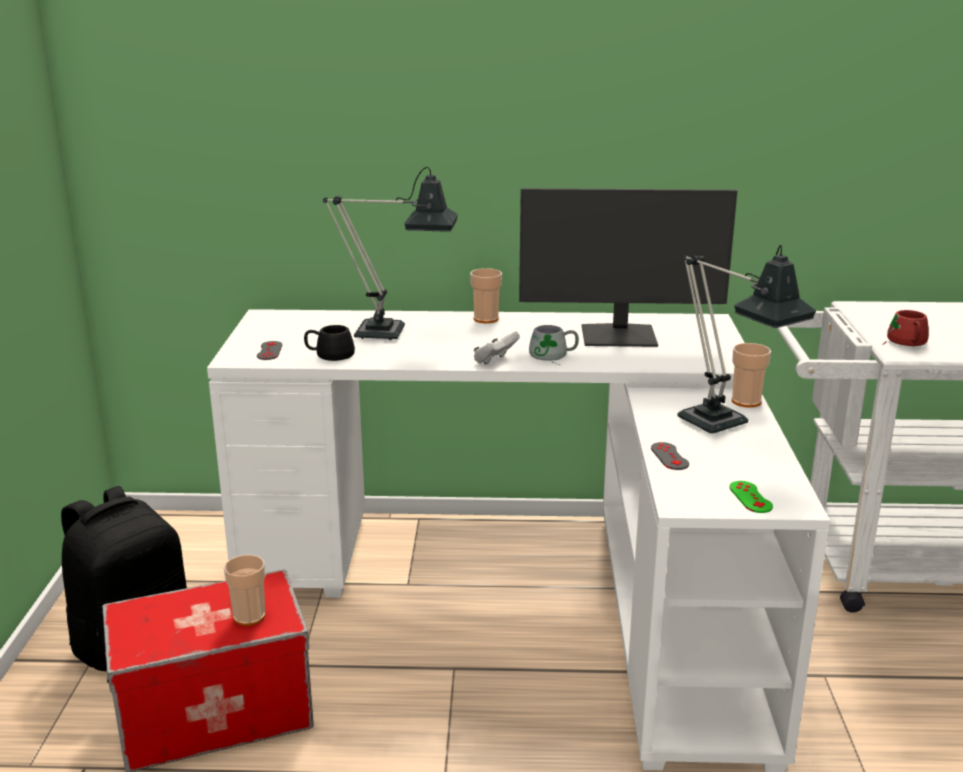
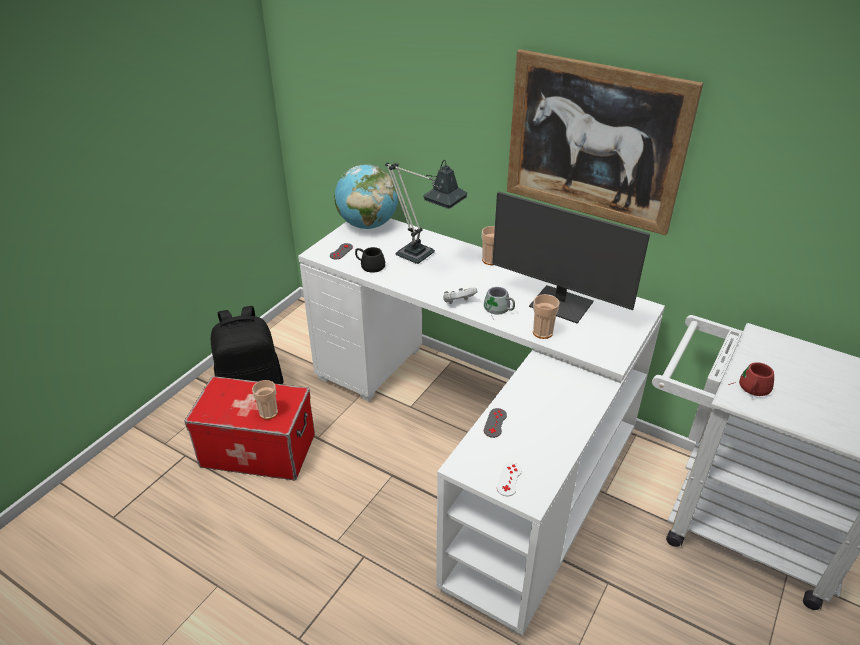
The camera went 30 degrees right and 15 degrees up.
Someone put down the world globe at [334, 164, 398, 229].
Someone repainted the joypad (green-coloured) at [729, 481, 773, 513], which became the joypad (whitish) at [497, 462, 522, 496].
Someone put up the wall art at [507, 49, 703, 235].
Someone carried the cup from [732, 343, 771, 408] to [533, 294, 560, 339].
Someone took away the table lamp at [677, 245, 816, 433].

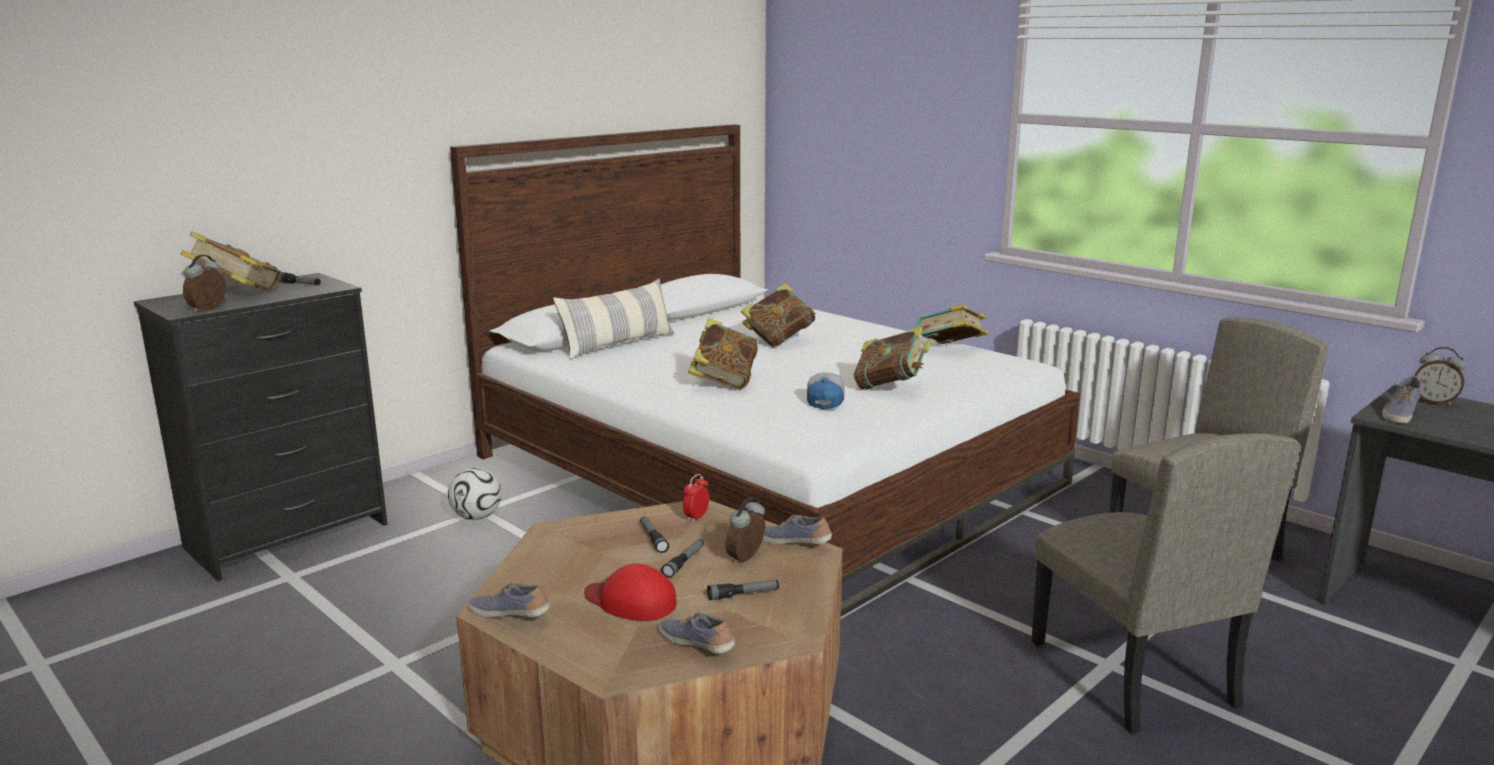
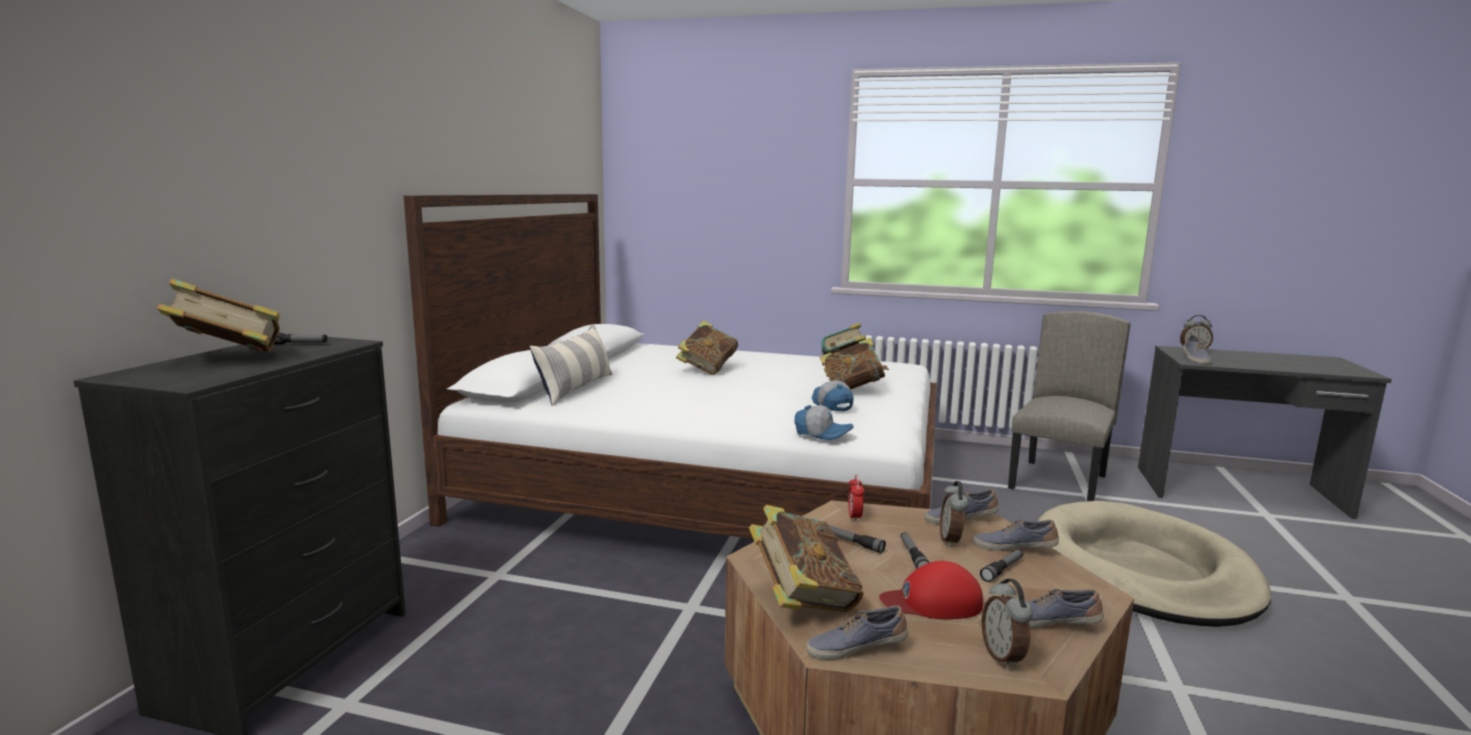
The camera went 30 degrees left and 5 degrees down.
Someone carried the bound book from [688, 318, 758, 390] to [749, 505, 864, 612].
Someone put down the baseball cap at [794, 405, 854, 440].
Someone put down the item of footwear at [973, 520, 1059, 551].
Someone carried the alarm clock from [183, 254, 226, 312] to [982, 579, 1033, 669].
Someone swapped the chair (beige) at [1031, 433, 1300, 734] for the dog bed (beige) at [1038, 501, 1271, 627].
Someone took away the football ball at [448, 468, 502, 520].

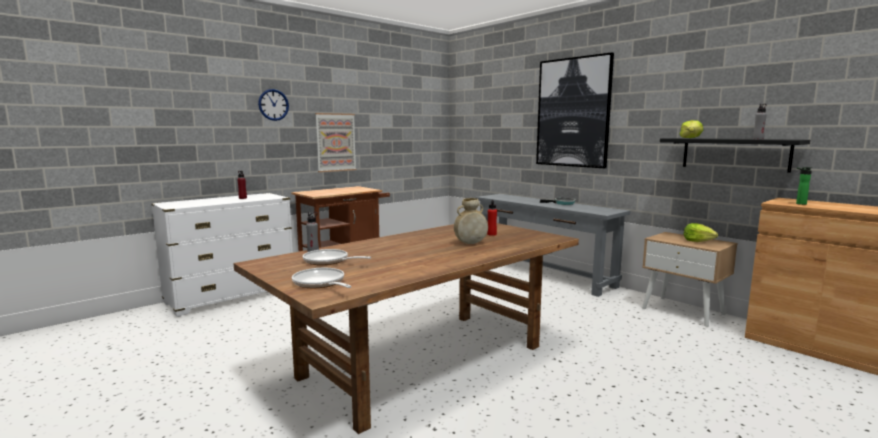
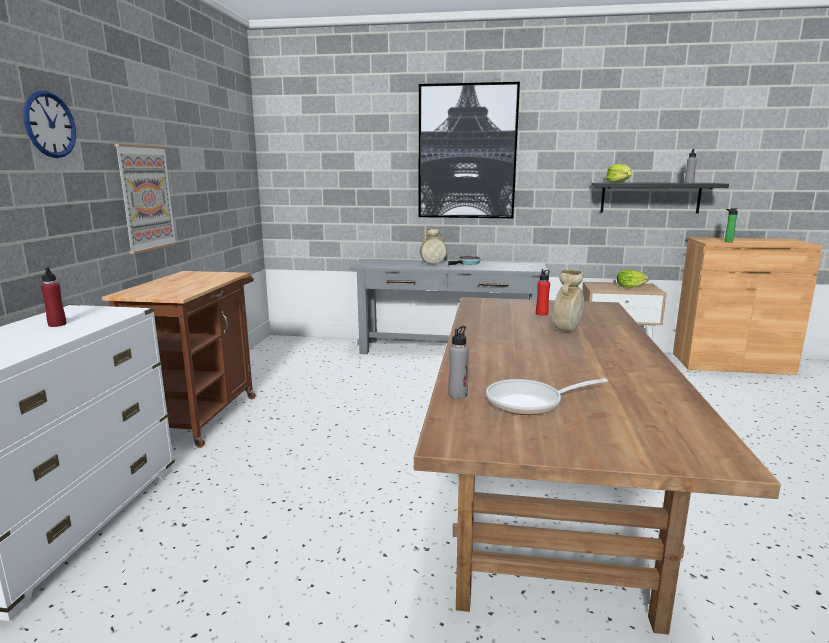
The camera went 40 degrees left and 5 degrees up.
Someone put down the flower vase (beige) at [420, 228, 447, 264].
Someone took away the pan at [292, 268, 352, 288].

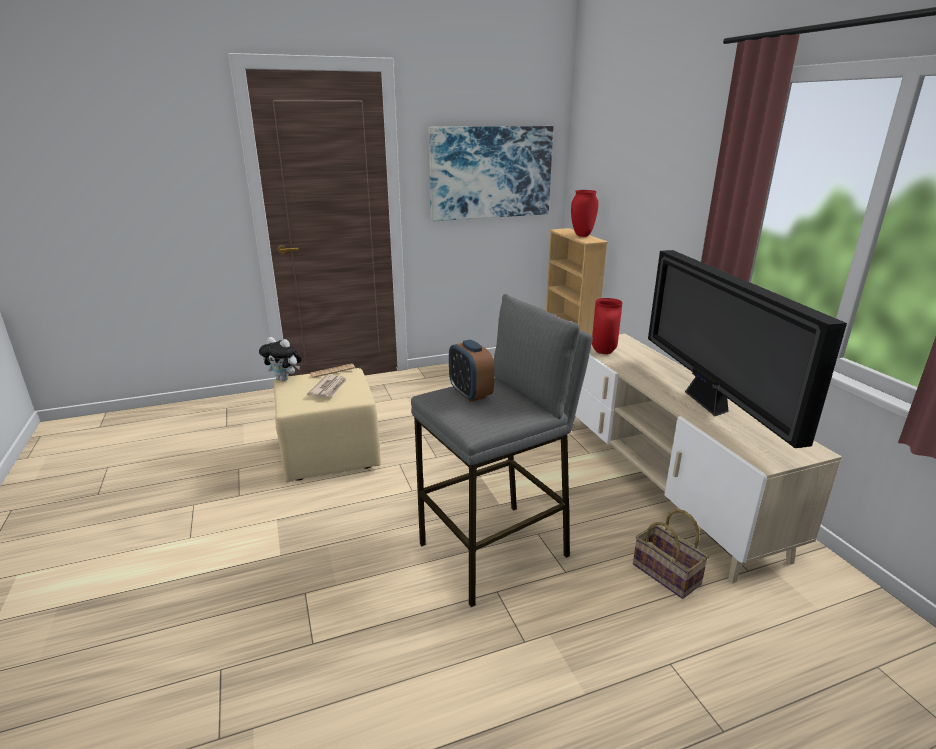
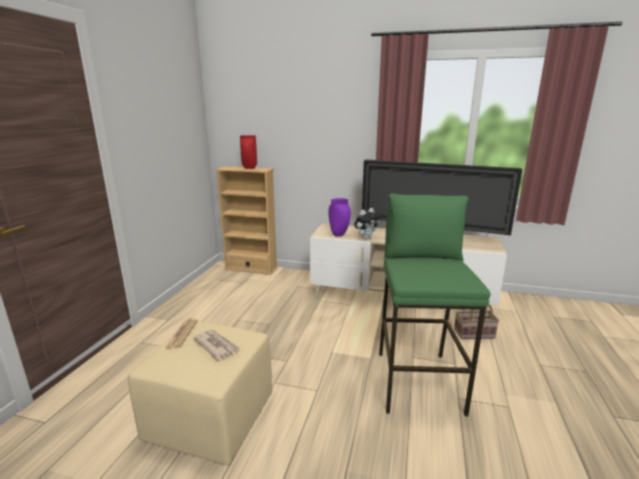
The camera went 55 degrees left and 5 degrees down.
Someone repainted the flower vase (red-coloured) at [592, 298, 622, 354], which became the flower vase (purplish) at [328, 198, 351, 237].
Someone carried the plush toy from [259, 337, 302, 381] to [354, 208, 380, 239].
Someone repainted the stool seat (gray) at [411, 294, 593, 607], which became the stool seat (green-coloured) at [379, 194, 491, 416].
Someone took away the wall art at [428, 126, 553, 221].
Someone took away the alarm clock at [449, 340, 494, 402].

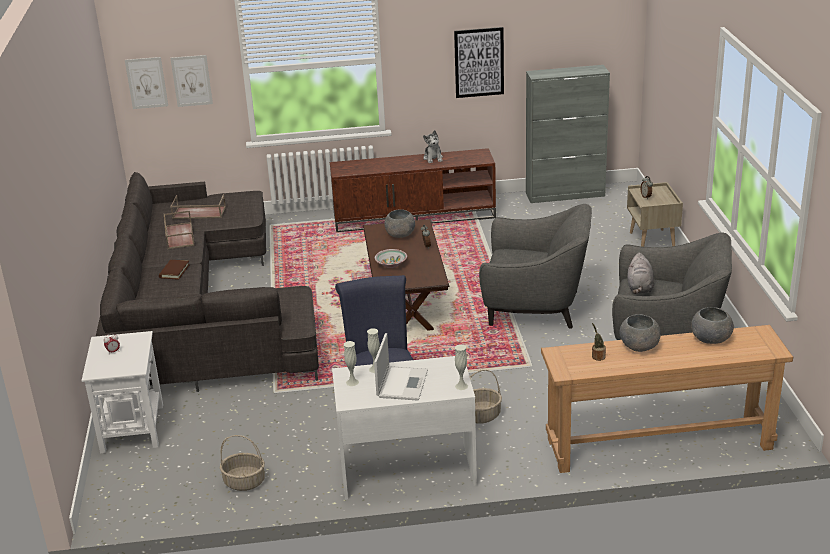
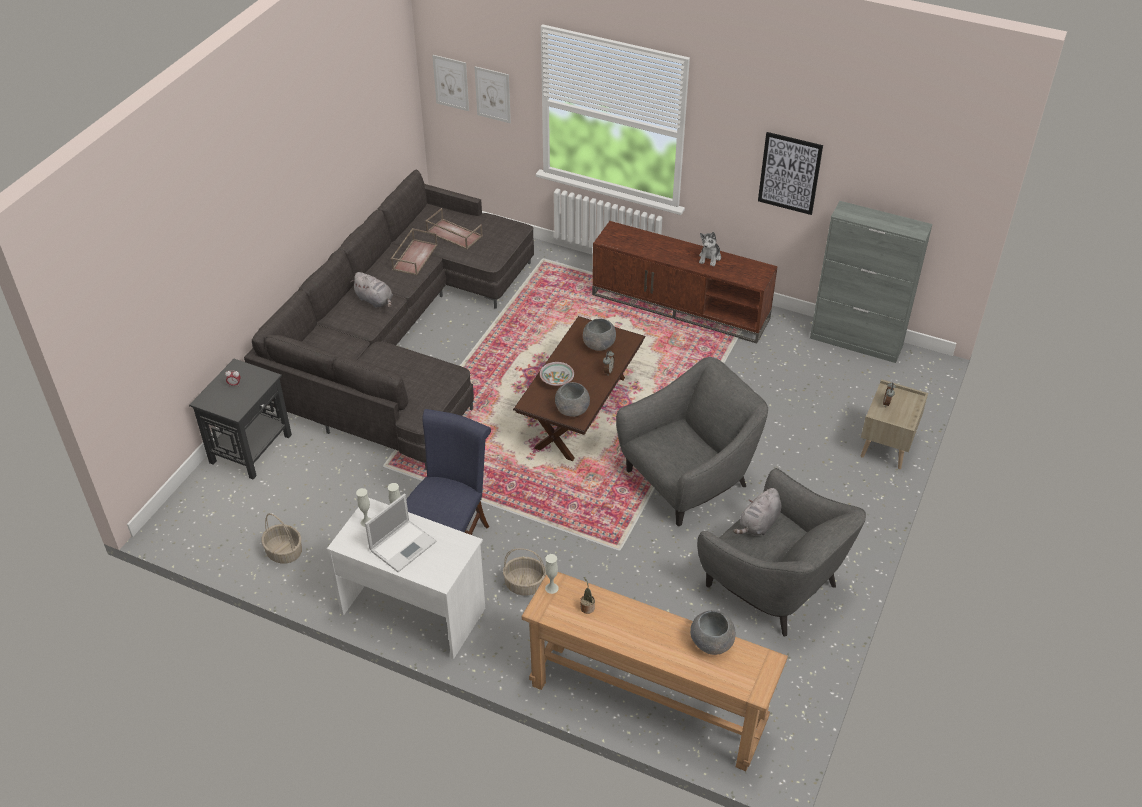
The camera went 30 degrees right and 15 degrees up.
Someone repainted the end table (whitish) at [81, 331, 163, 453], which became the end table (blackish) at [189, 359, 292, 479].
Someone swapped the bound book (brown) at [159, 260, 190, 280] for the plush toy (gray) at [351, 272, 393, 308].
Someone carried the flower vase (whitish) from [455, 344, 468, 390] to [545, 554, 559, 594].
Someone carried the bowl (gray) from [619, 314, 661, 352] to [555, 382, 590, 417].
Someone rotated the easy chair (gray) at [479, 204, 592, 329] by 75 degrees counterclockwise.

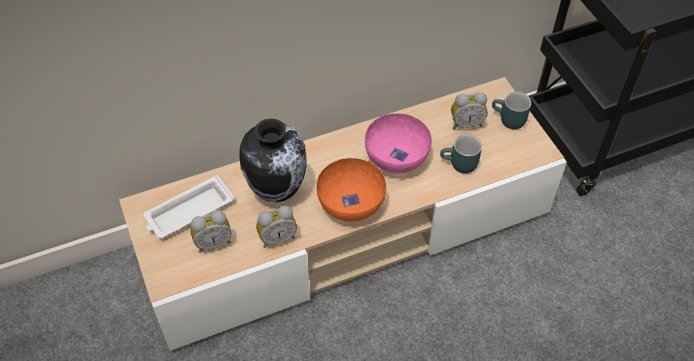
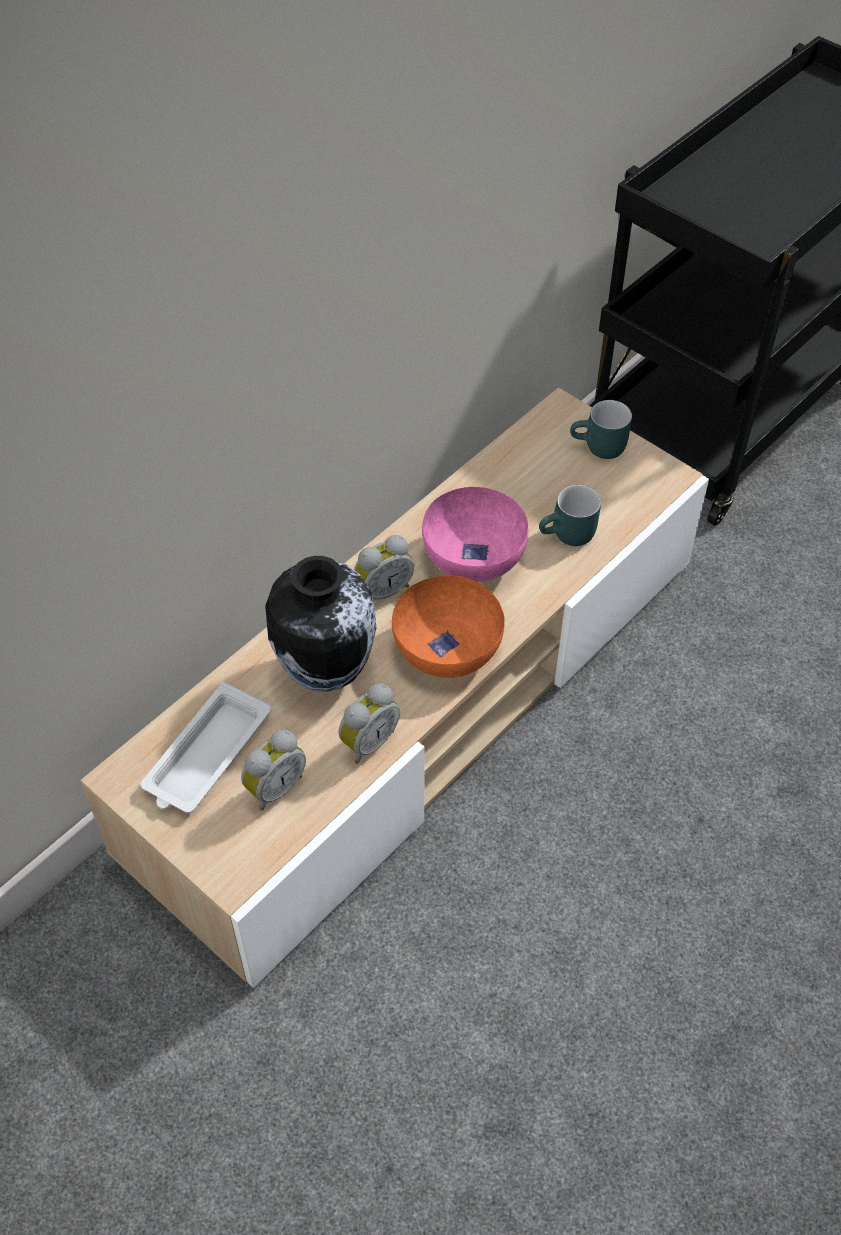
The camera went 25 degrees left and 0 degrees up.
Someone carried the alarm clock from [451, 92, 488, 129] to [354, 535, 414, 600].

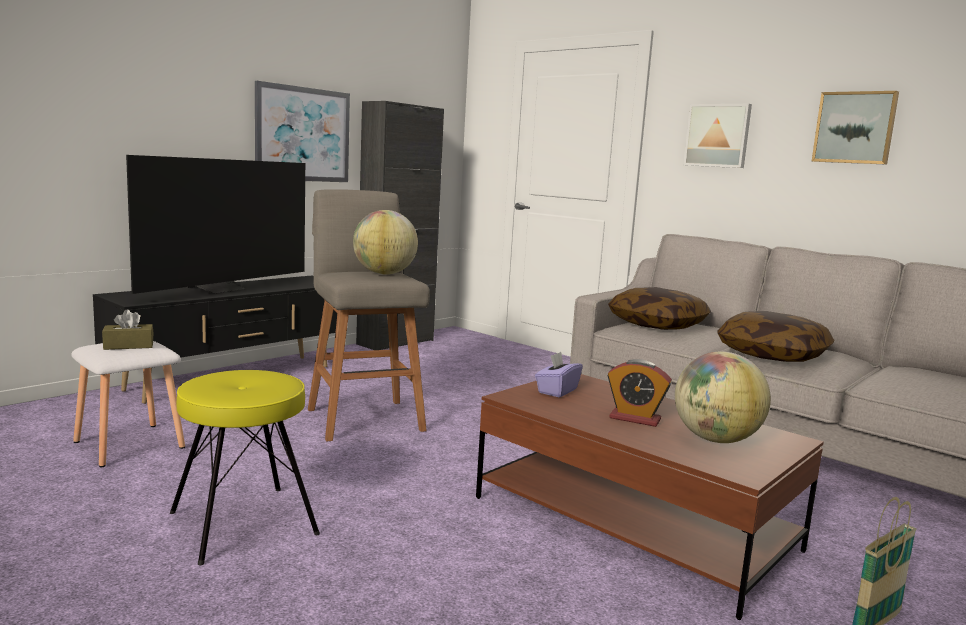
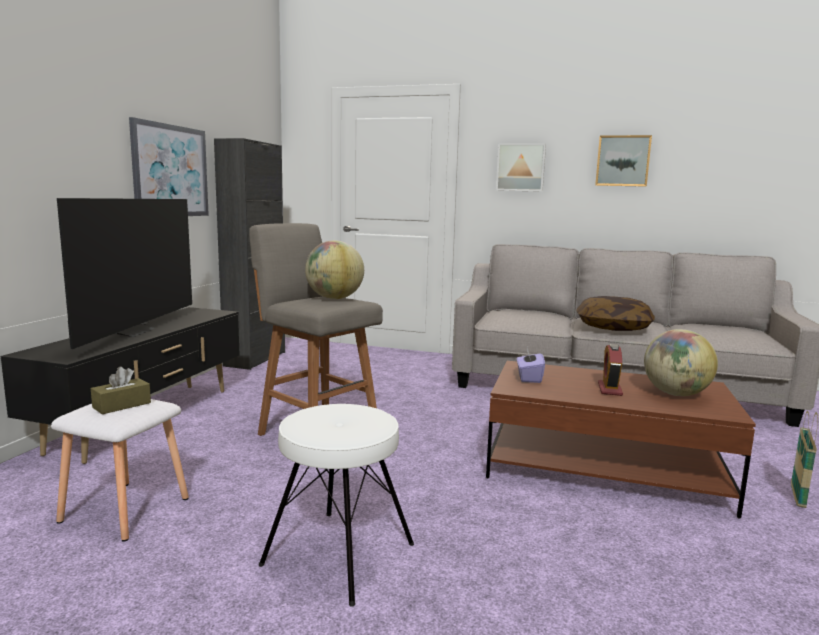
The camera went 25 degrees left and 0 degrees up.
Someone repainted the stool seat (yellow) at [170, 370, 320, 565], which became the stool seat (whitish) at [259, 404, 414, 607].
Someone rotated the alarm clock at [607, 359, 672, 427] by 105 degrees clockwise.
Someone took away the throw pillow at [608, 287, 711, 330].

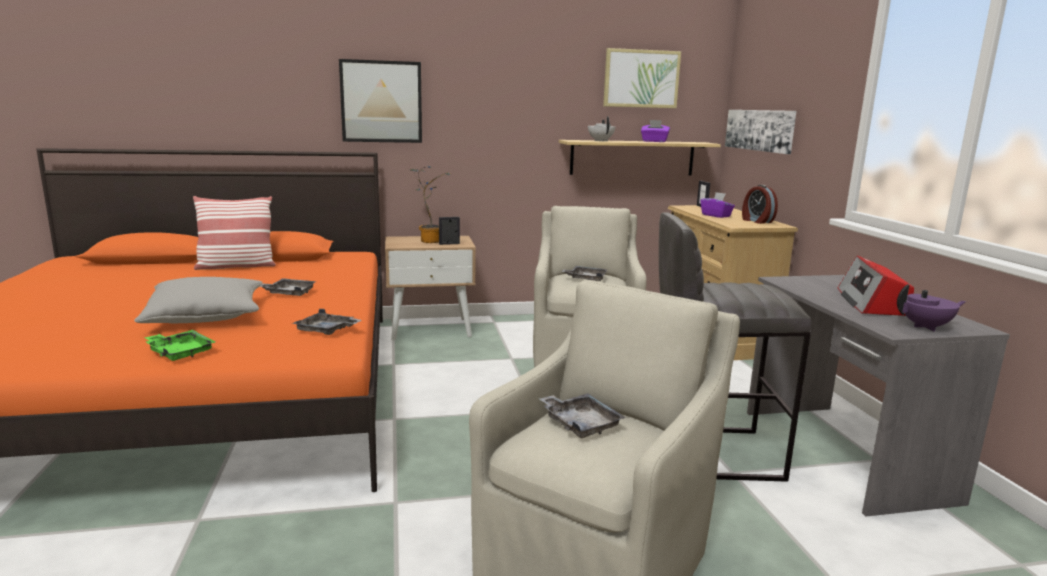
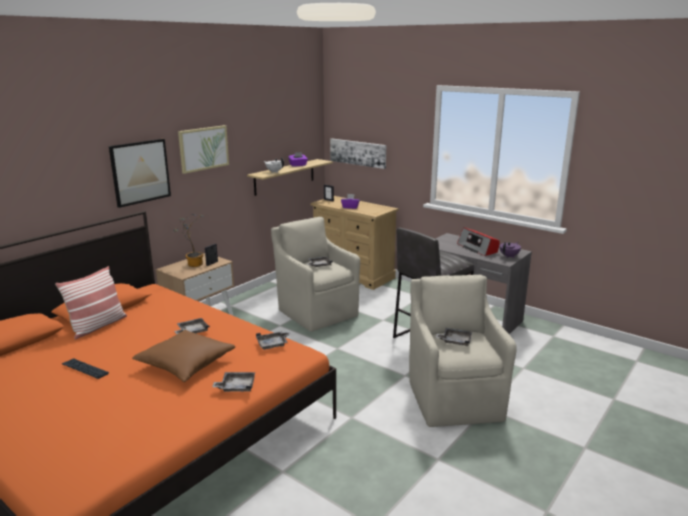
The camera went 40 degrees left and 5 degrees up.
Someone put down the computer keyboard at [62, 358, 109, 379].
Someone repainted the throw pillow (gray) at [134, 277, 263, 324], which became the throw pillow (brown) at [132, 330, 236, 382].
Someone carried the wall art from [603, 48, 681, 108] to [178, 125, 229, 174].
Someone repainted the tray (green-coloured) at [144, 330, 215, 361], which became the tray (gray) at [212, 372, 255, 392].
Someone took away the alarm clock at [742, 185, 778, 224].

